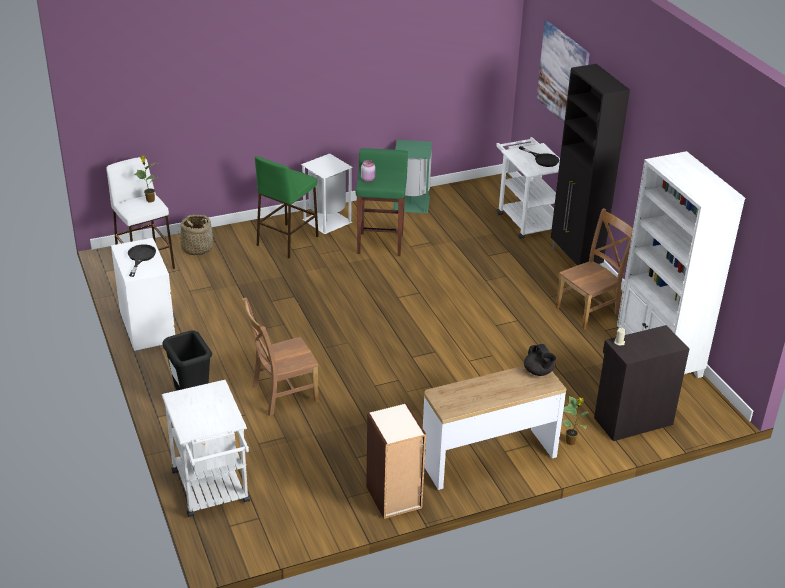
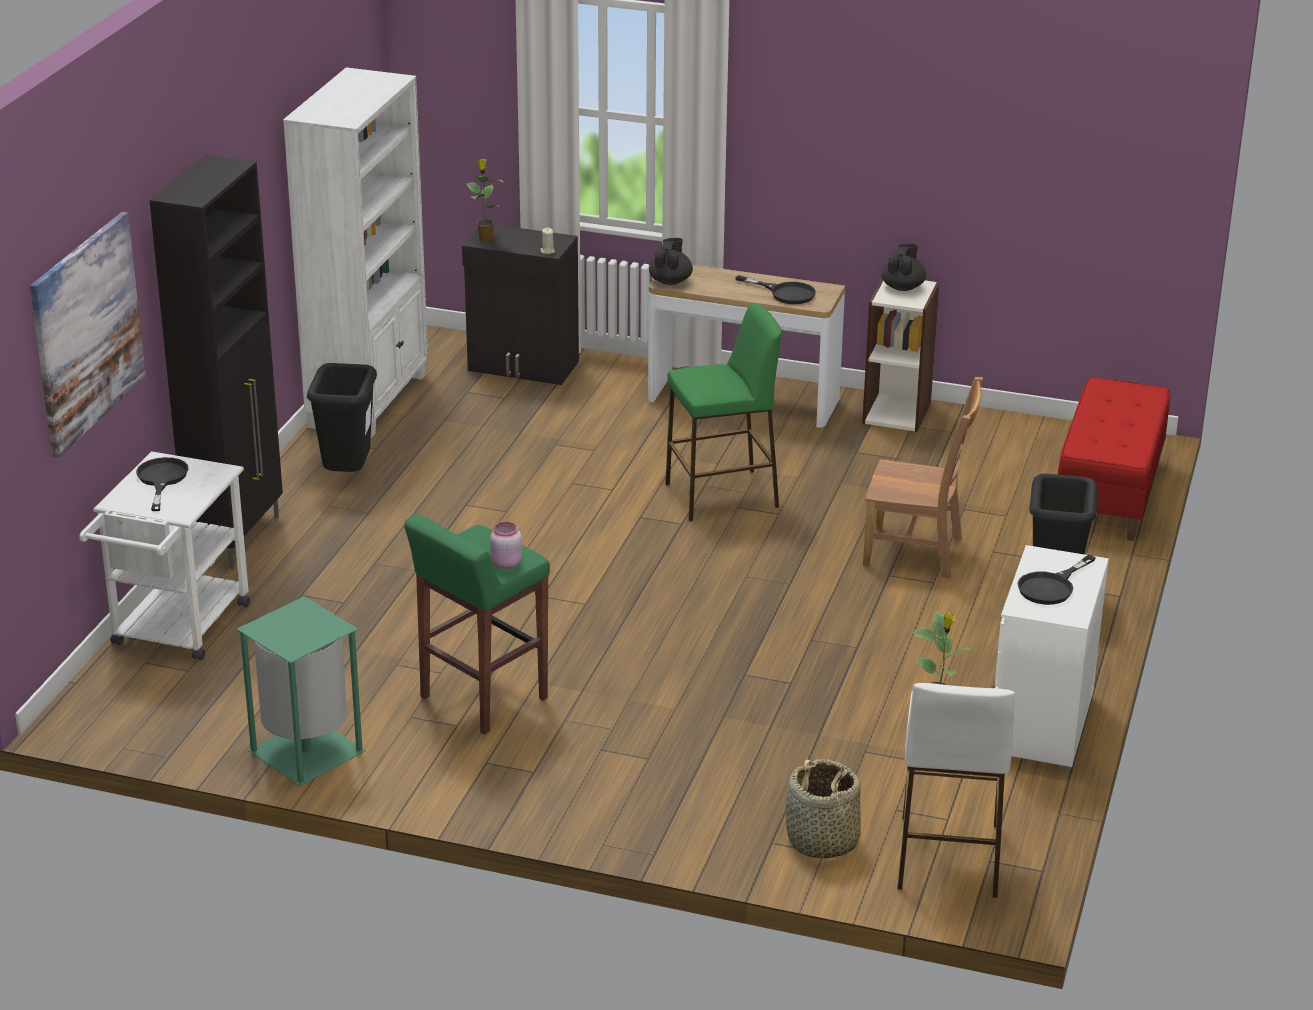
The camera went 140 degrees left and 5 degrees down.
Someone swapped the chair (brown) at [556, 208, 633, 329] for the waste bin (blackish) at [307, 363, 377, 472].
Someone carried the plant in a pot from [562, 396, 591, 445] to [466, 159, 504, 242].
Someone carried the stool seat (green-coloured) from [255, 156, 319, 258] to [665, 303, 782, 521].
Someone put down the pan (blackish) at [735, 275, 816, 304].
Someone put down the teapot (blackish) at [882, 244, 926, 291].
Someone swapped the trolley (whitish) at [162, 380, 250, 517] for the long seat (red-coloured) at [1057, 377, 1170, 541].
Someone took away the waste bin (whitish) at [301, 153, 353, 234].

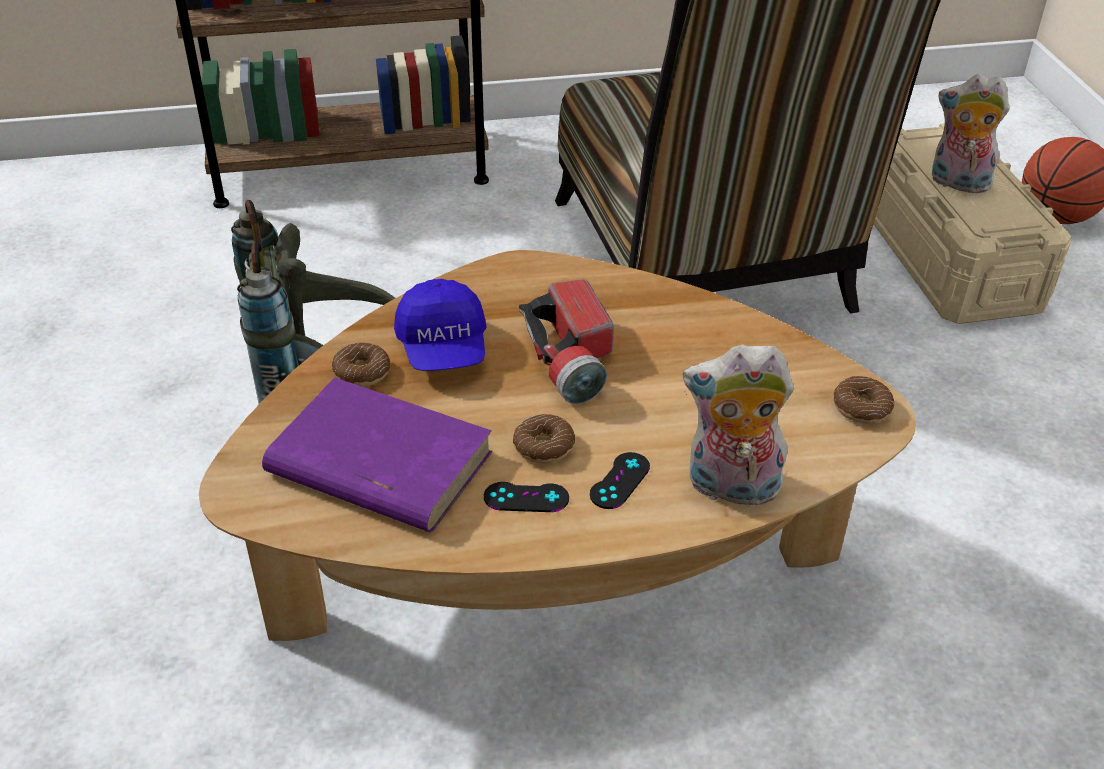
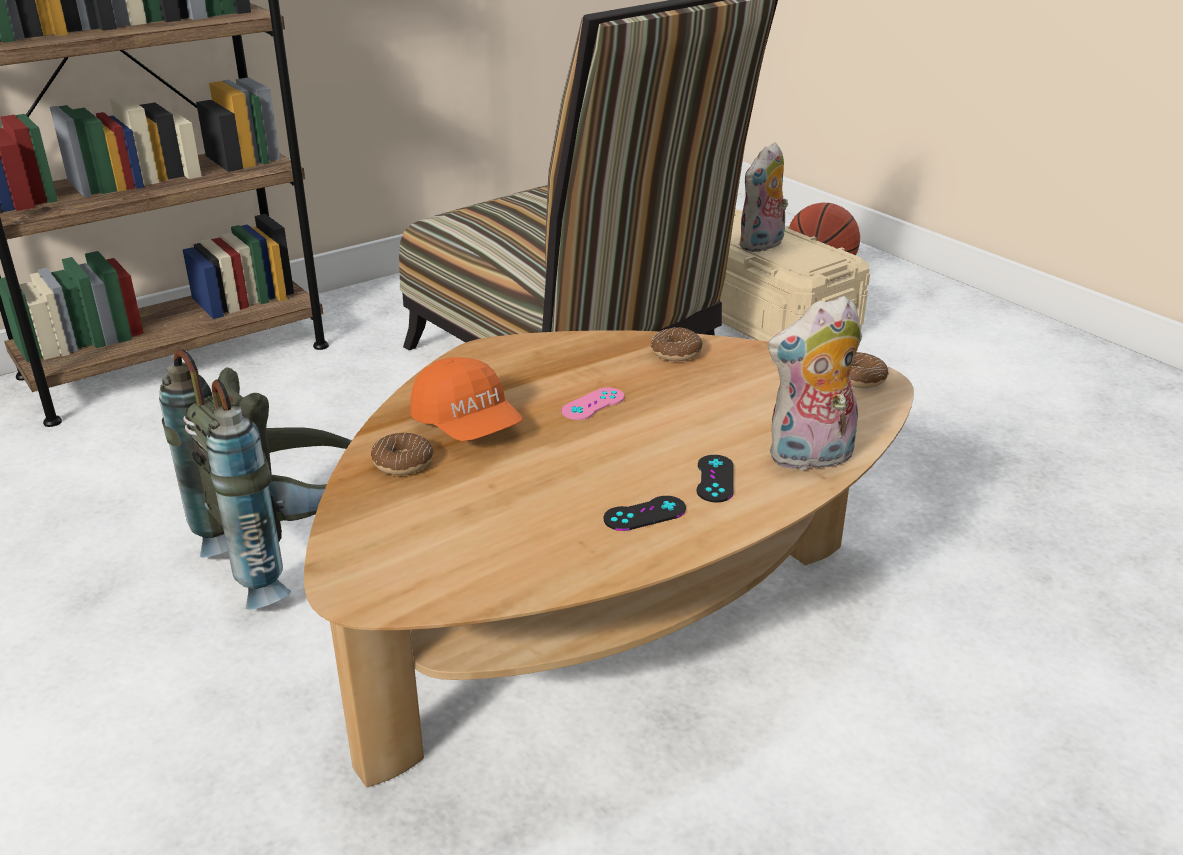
The camera went 25 degrees left and 10 degrees down.
Someone repainted the baseball cap (bluish) at [394, 279, 487, 371], which became the baseball cap (orangey) at [410, 357, 523, 441].
Someone swapped the flashlight at [519, 279, 614, 404] for the joypad (pink-coloured) at [561, 388, 624, 420].
Someone carried the doughnut from [513, 414, 575, 463] to [651, 327, 703, 361].
Someone rotated the plush toy at [932, 74, 1010, 193] by 45 degrees counterclockwise.
Someone took away the bound book (purplish) at [262, 377, 493, 532].

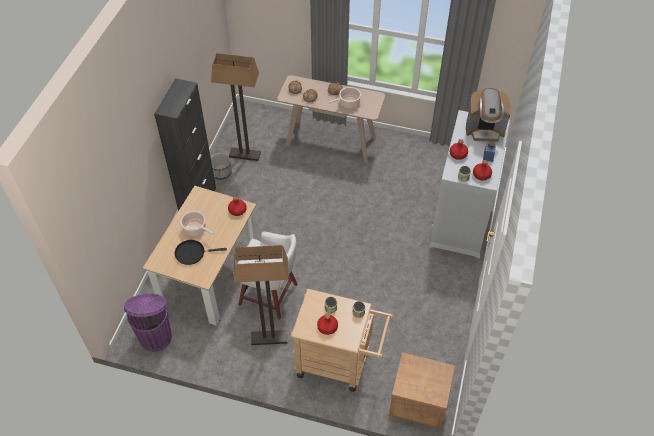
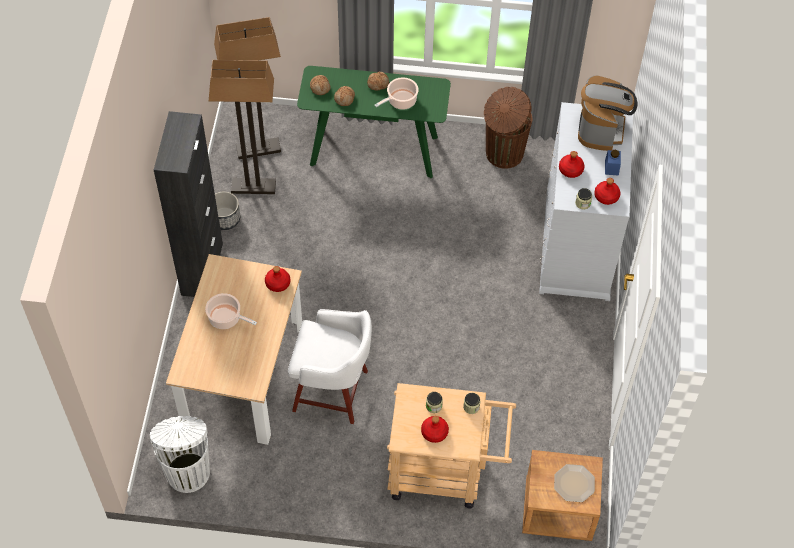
The camera went 10 degrees left and 5 degrees up.
Someone repainted the waste bin (purplish) at [124, 294, 172, 352], which became the waste bin (whitish) at [150, 416, 210, 493].
Someone carried the standing lamp from [234, 245, 288, 345] to [214, 17, 281, 159].
Someone repainted the narrow table (beige) at [277, 75, 385, 163], which became the narrow table (green-coloured) at [297, 66, 451, 178].
Someone put down the waste bin (brown) at [484, 87, 532, 169].
Someone put down the plate at [554, 464, 595, 502].
Someone rotated the coffee brewer at [466, 88, 511, 142] by 75 degrees counterclockwise.
Someone took away the pan (blackish) at [175, 240, 227, 265].

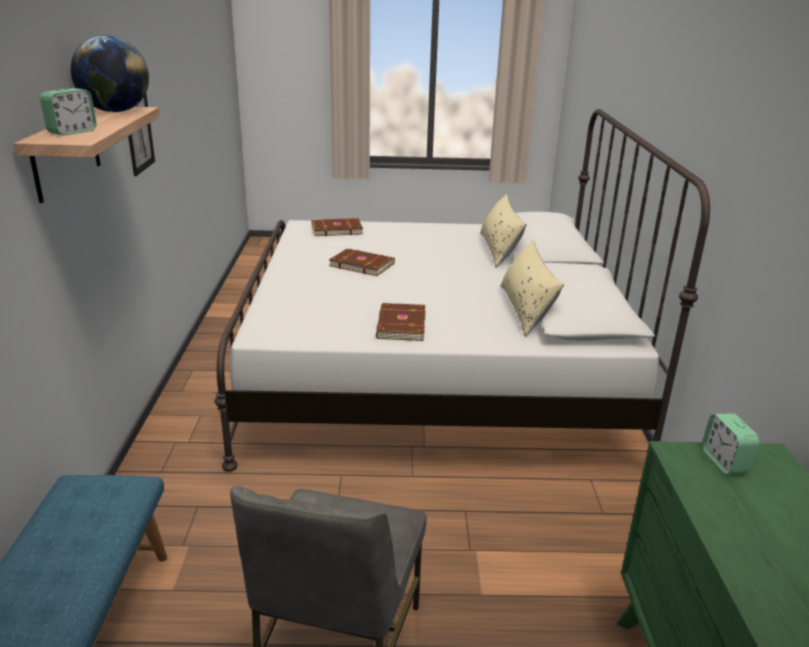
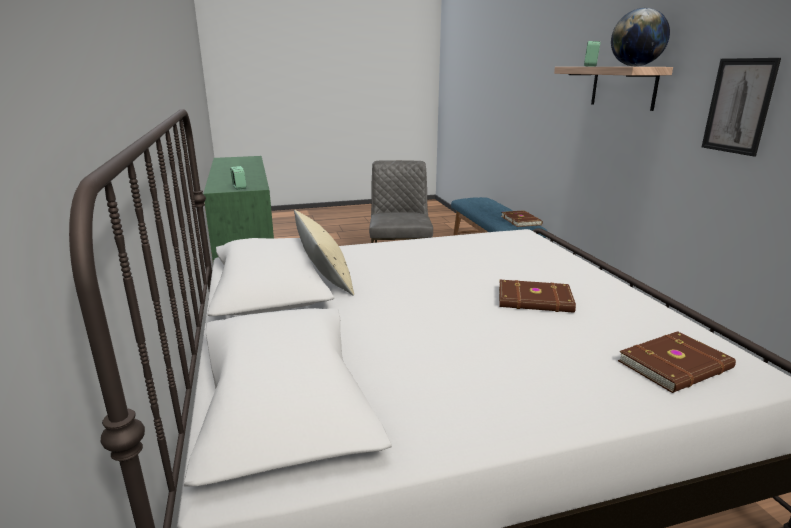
The camera went 165 degrees right and 5 degrees down.
Someone carried the bound book (brown) from [376, 303, 425, 341] to [501, 210, 543, 227].
Someone took away the throw pillow (beige) at [480, 194, 527, 268].

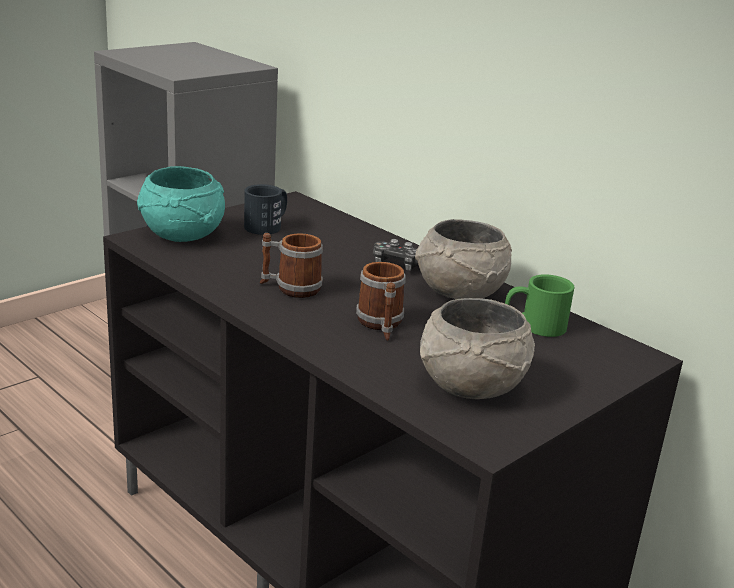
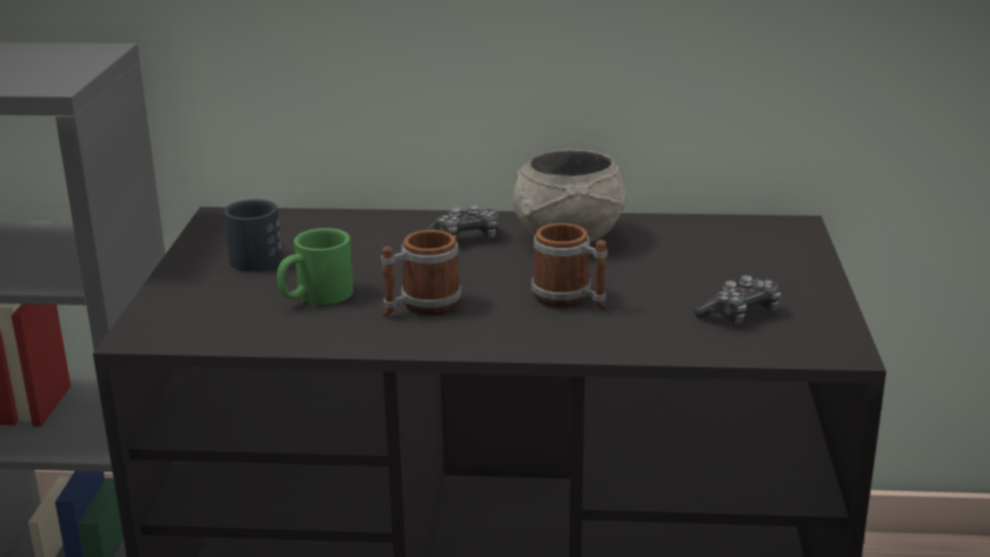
The camera went 40 degrees left and 0 degrees up.
Someone carried the tea mug (green-coloured) from [505, 274, 575, 337] to [277, 228, 353, 305].
Someone swapped the bowl (gray) at [420, 298, 535, 399] for the joypad at [694, 275, 781, 324].
Someone took away the bowl (turquoise) at [137, 166, 225, 242].

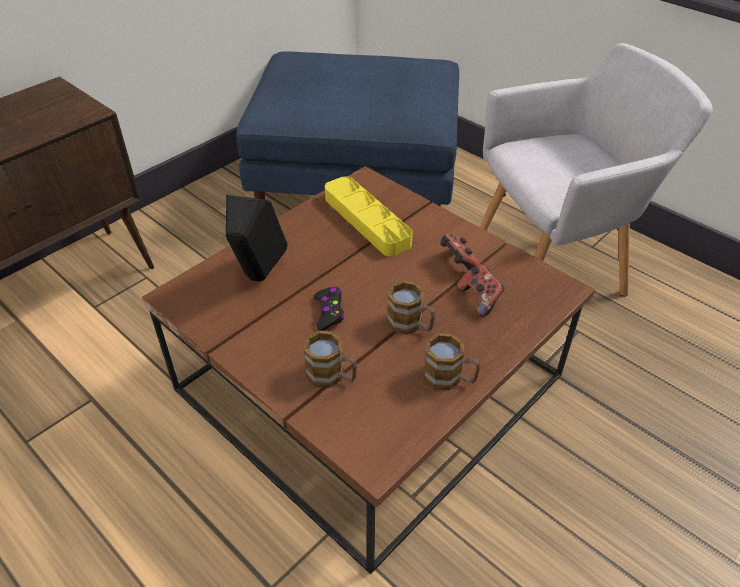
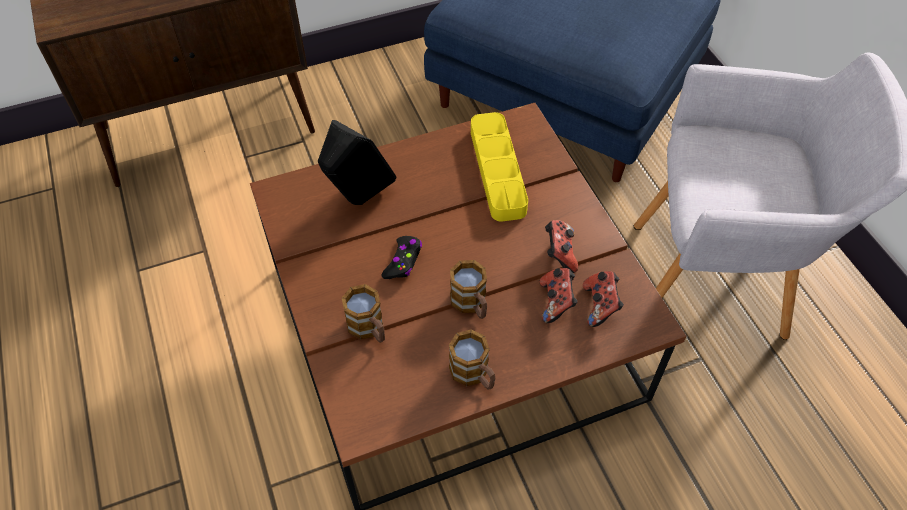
The camera went 25 degrees right and 10 degrees up.
Someone put down the joypad at [583, 271, 624, 327].

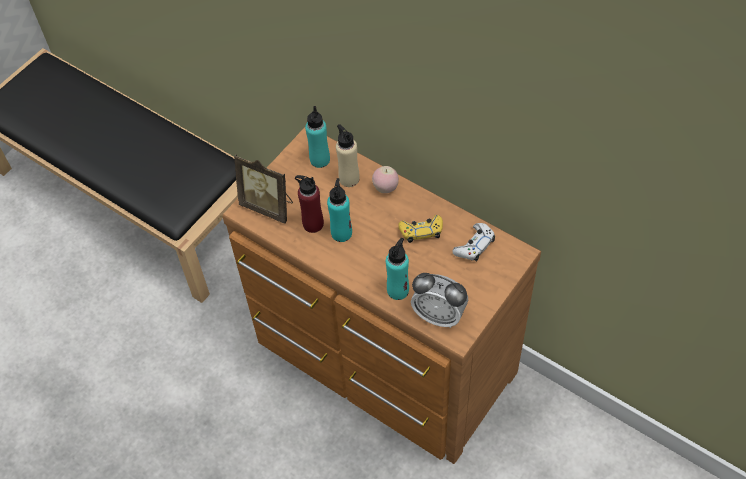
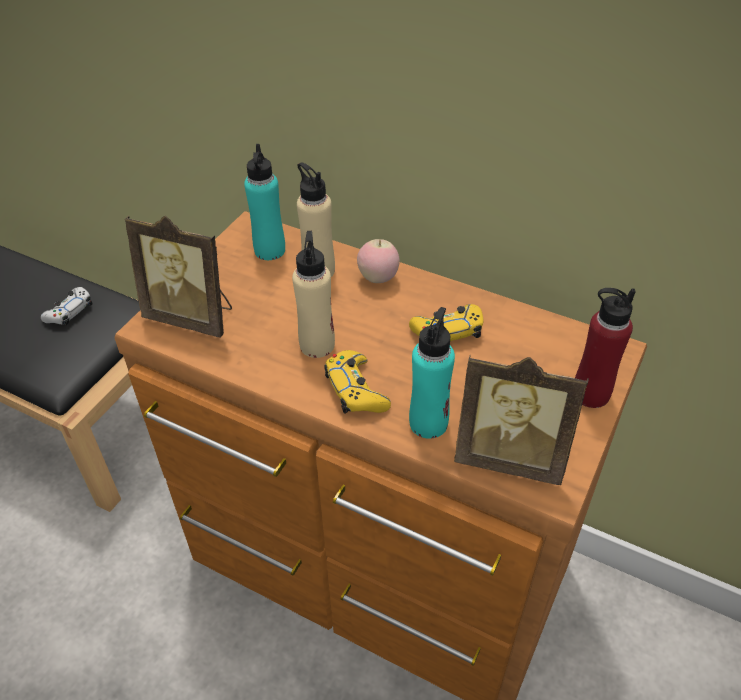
The camera went 10 degrees left and 10 degrees down.
Someone carried the joypad (whitish) from [452, 223, 495, 261] to [41, 287, 93, 325].
Someone repainted the bottle (turquoise) at [327, 178, 352, 242], which became the bottle (beige) at [292, 231, 335, 358].
Someone put down the joypad (yellow) at [324, 350, 391, 414].
Someone swapped the alarm clock at [411, 273, 468, 328] for the photo frame at [454, 355, 589, 485].
Someone carried the bottle (red-coloured) from [295, 175, 324, 233] to [575, 288, 636, 408].

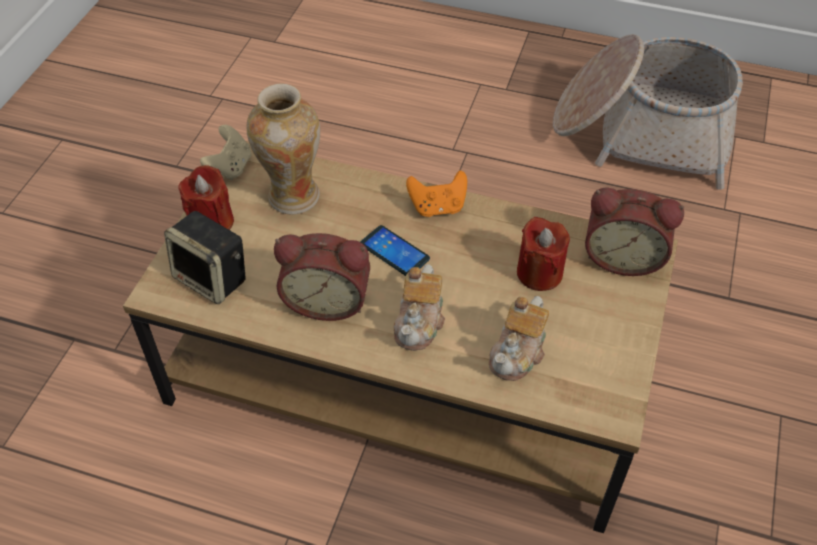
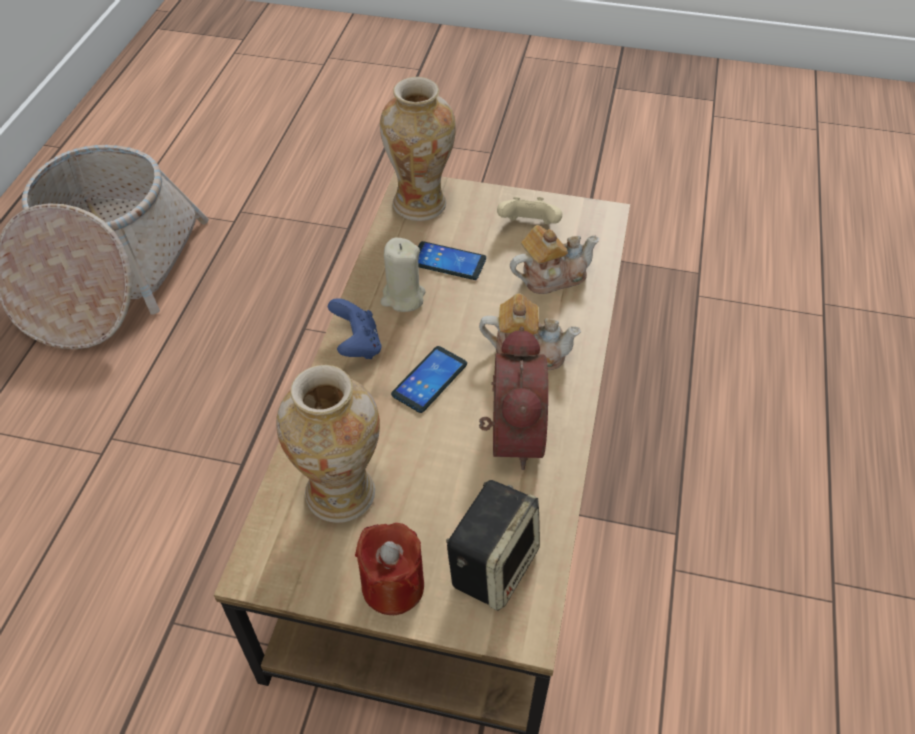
The camera went 95 degrees left and 0 degrees up.
Someone repainted the joypad (orangey) at [406, 170, 467, 217], which became the joypad (bluish) at [328, 298, 381, 359].
Someone swapped the alarm clock at [585, 188, 684, 276] for the flower vase at [380, 77, 456, 221].
Someone put down the wax candle (beige) at [381, 238, 425, 312].
Someone swapped the wax candle (red-coloured) at [517, 217, 570, 291] for the telephone at [418, 241, 486, 280].
Someone carried the joypad (beige) from [200, 125, 251, 180] to [497, 197, 562, 224].
Someone rotated the teapot at [489, 296, 549, 381] by 45 degrees counterclockwise.

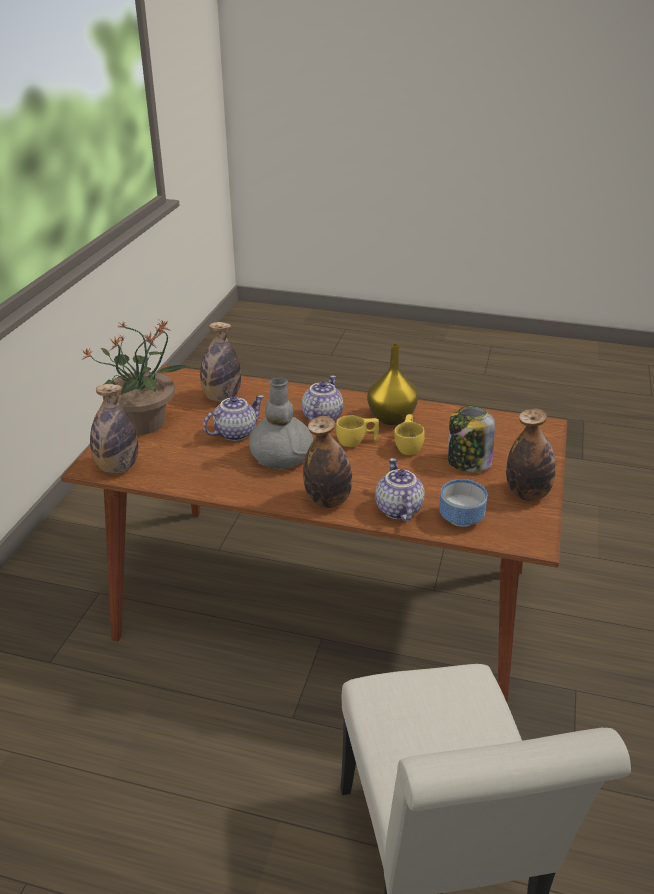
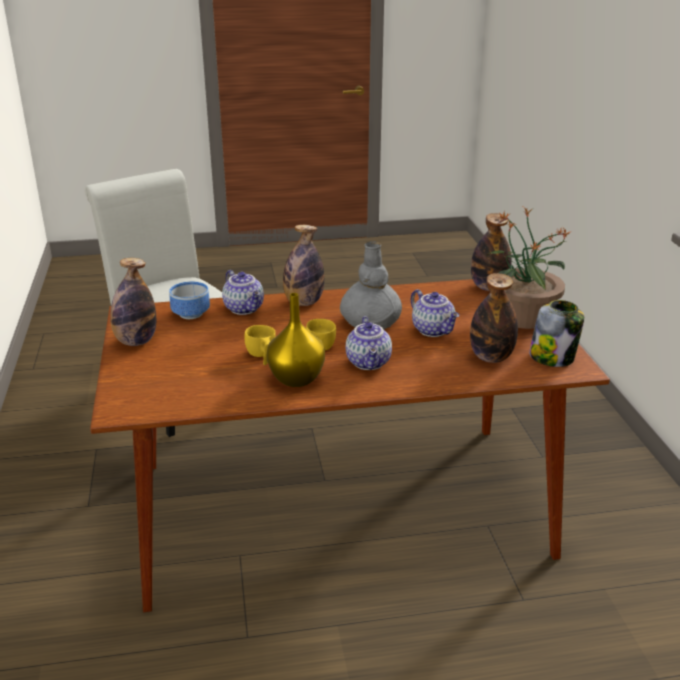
The camera went 155 degrees right and 5 degrees down.
Someone rotated the teapot at [203, 395, 264, 441] by 60 degrees counterclockwise.
Someone carried the storage jar from [448, 406, 495, 472] to [529, 300, 584, 367].

